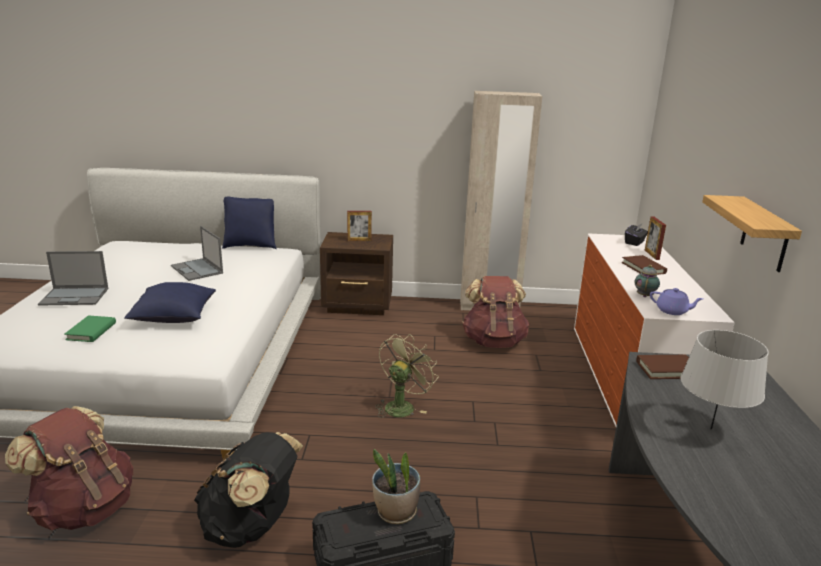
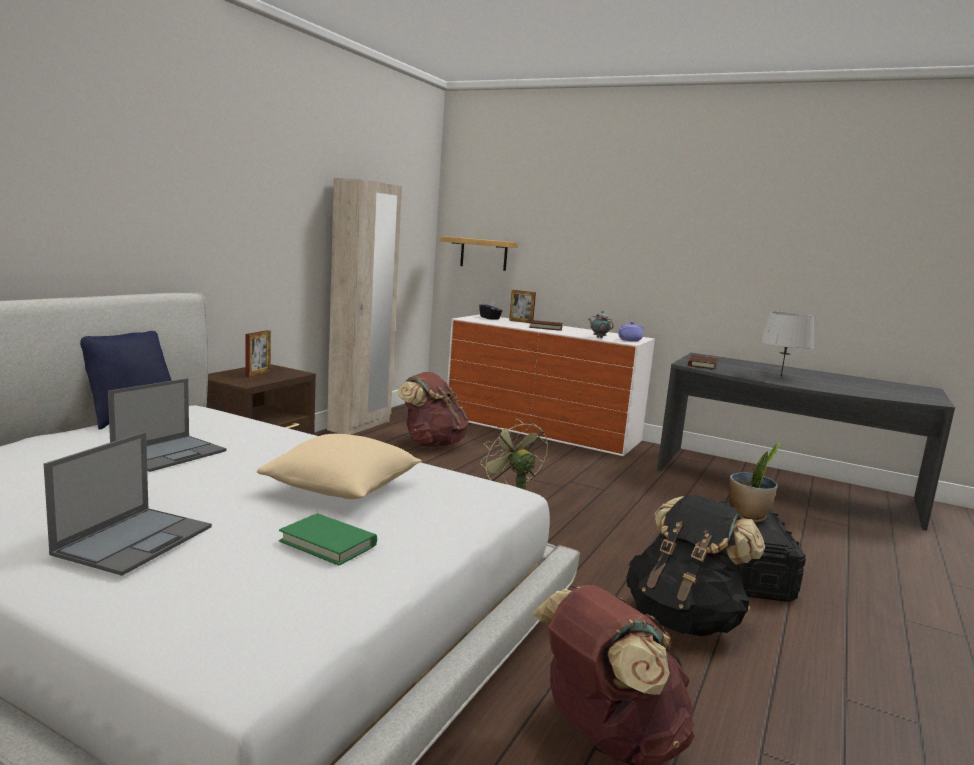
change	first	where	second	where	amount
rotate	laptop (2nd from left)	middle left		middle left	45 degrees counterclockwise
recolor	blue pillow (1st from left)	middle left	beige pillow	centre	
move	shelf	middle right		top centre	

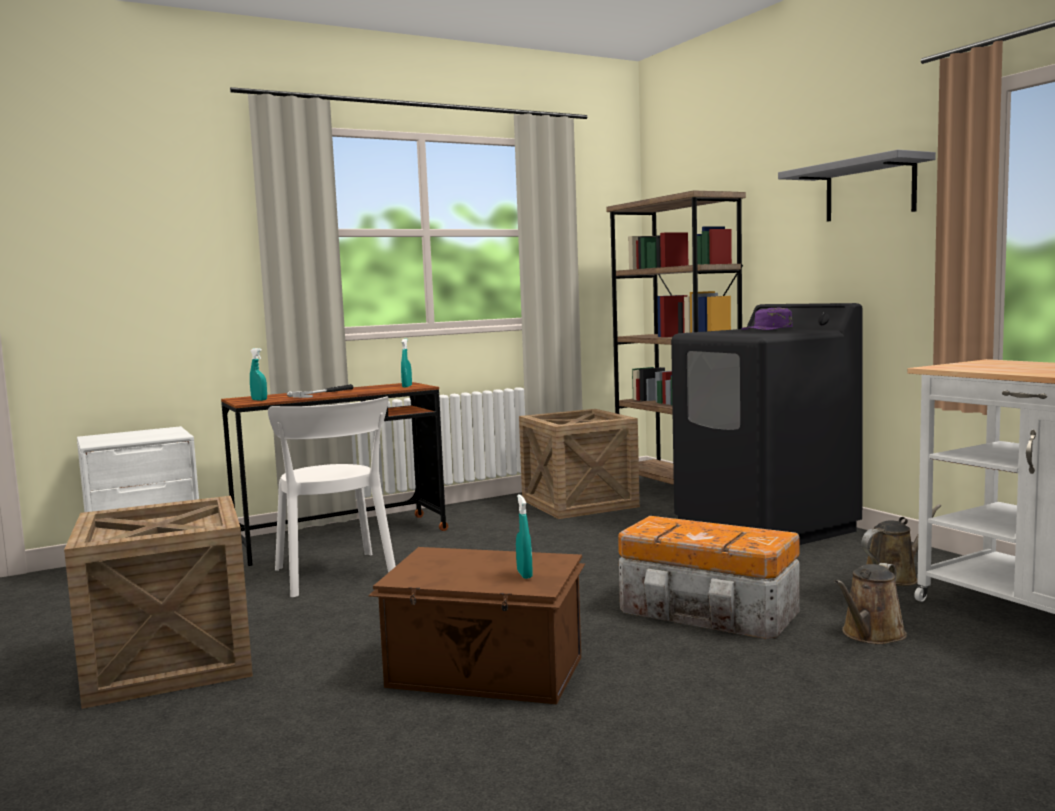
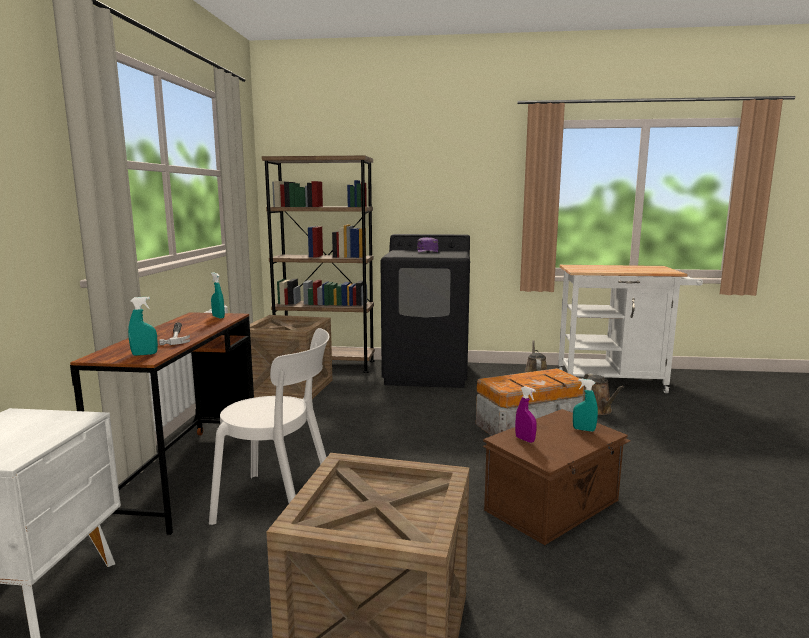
change	first	where	second	where	amount
insert			purple spray bottle	centre	
delete	grey shelf	top right			

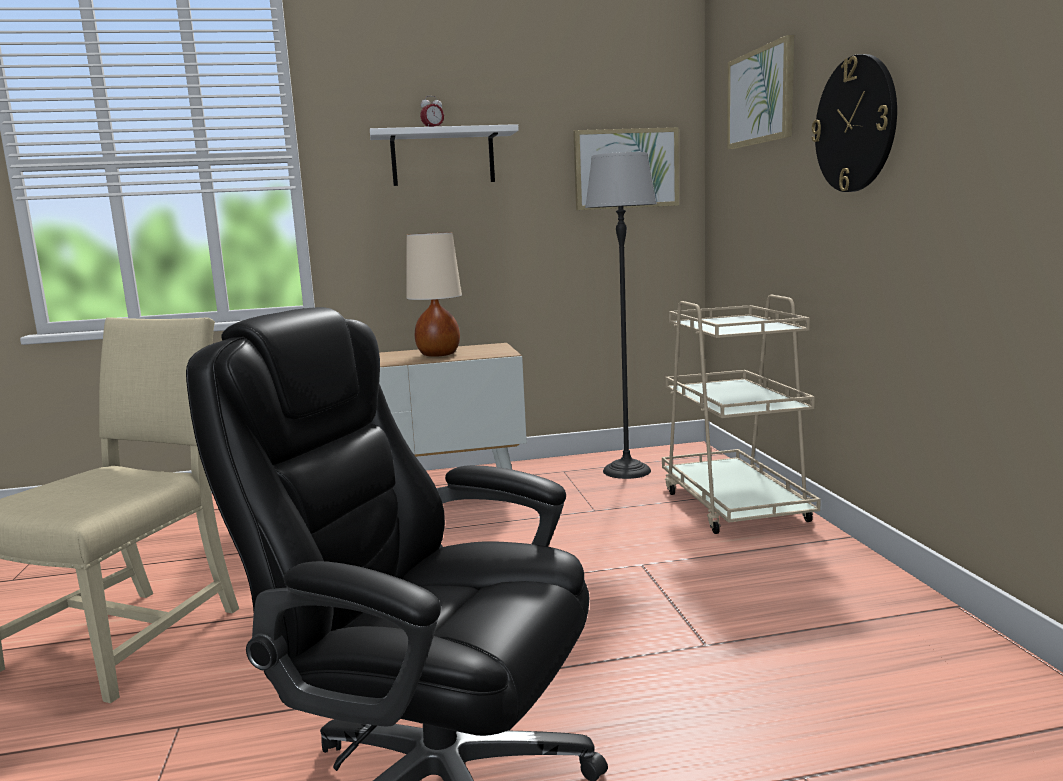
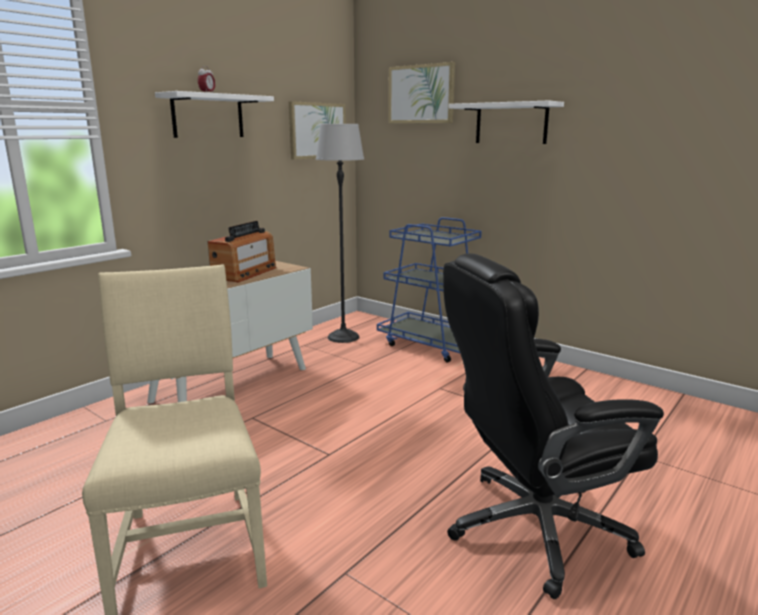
change	first	where	second	where	amount
replace	beige table lamp	centre	radio	middle left	
recolor	beige cart	middle right	blue cart	centre	
replace	wall clock	top right	white shelf (2nd from left)	top right	

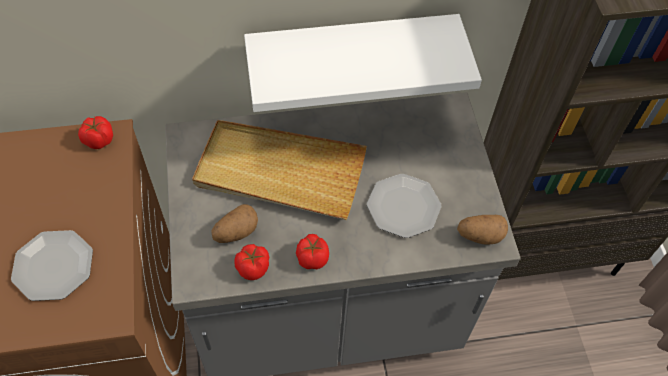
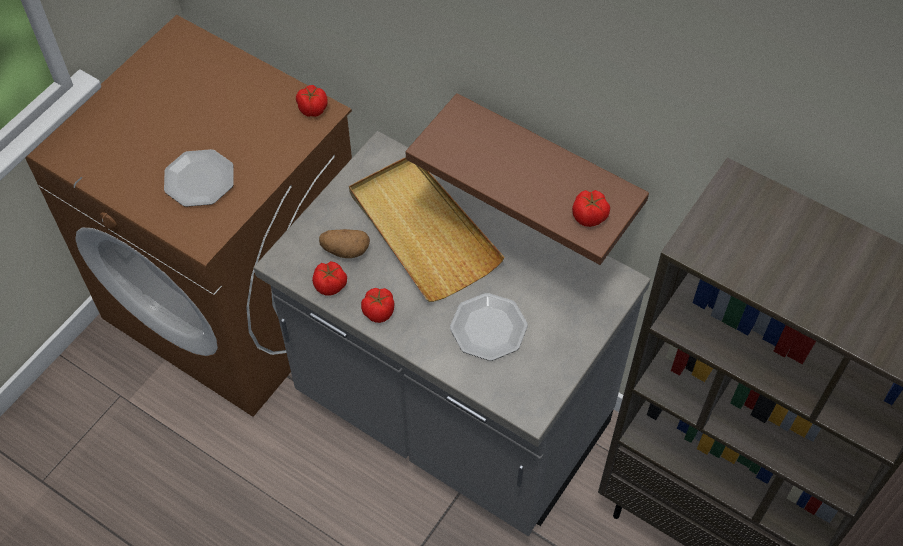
change	first	where	second	where	amount
recolor	white shelf	top centre	brown shelf	top centre	
insert			tomato (4th from left)	centre	
delete	potato (2nd from left)	middle right			

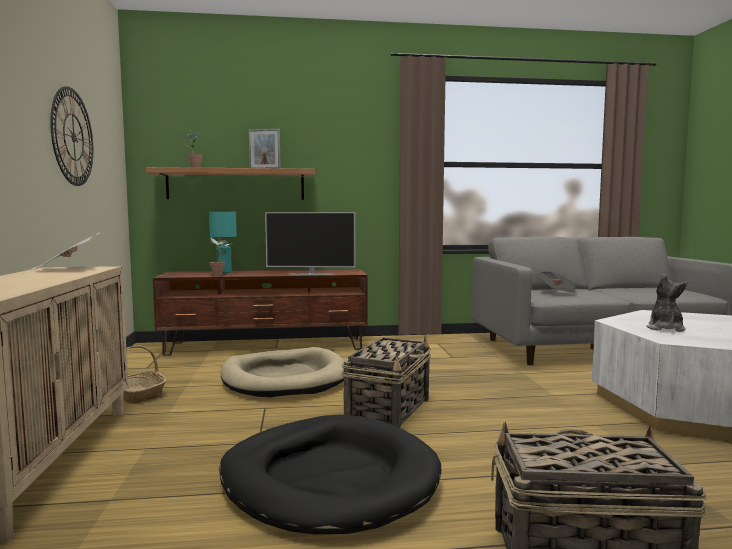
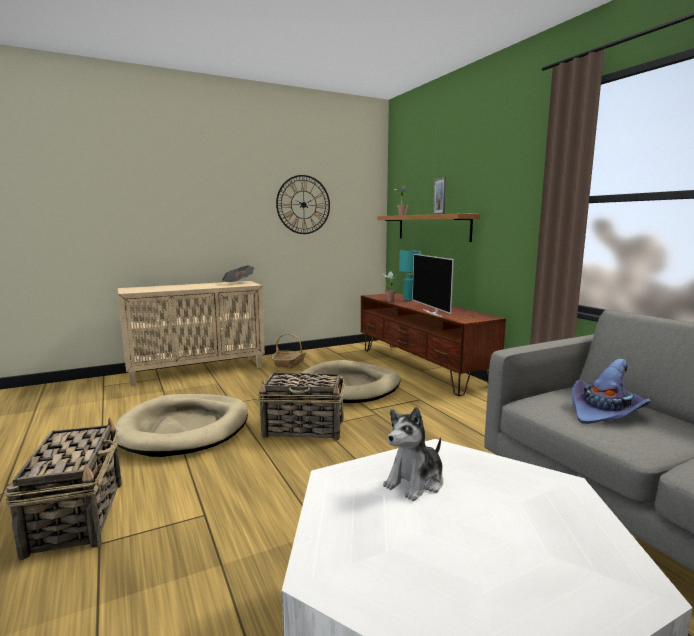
change	first	where	second	where	amount
recolor	black dog bed	bottom centre	beige dog bed (1st from left)	bottom left	
rotate	plush toy	middle right		bottom centre	135 degrees clockwise
replace	newspaper (2nd from left)	middle right	purple hat	middle right	

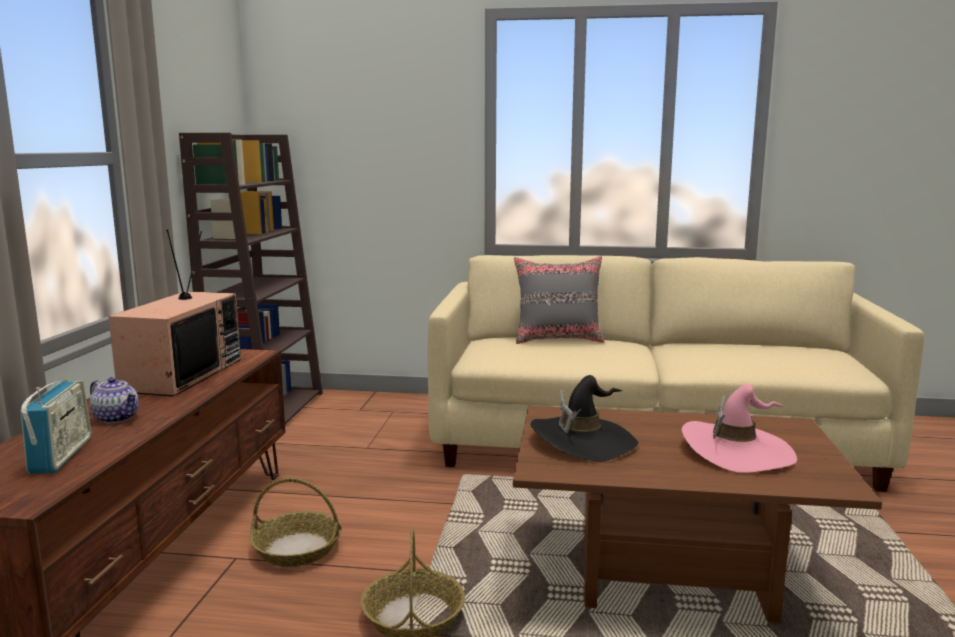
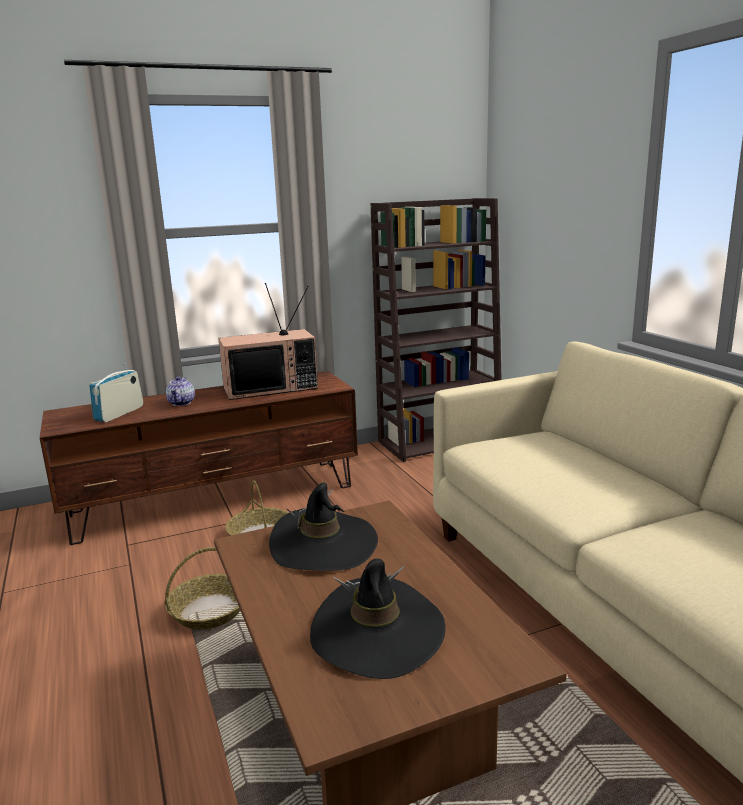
change	first	where	second	where	amount
rotate	radio	bottom left		middle left	150 degrees clockwise
recolor	pink hat	bottom right	black hat (2nd from left)	bottom centre	
delete	grey pillow	centre			

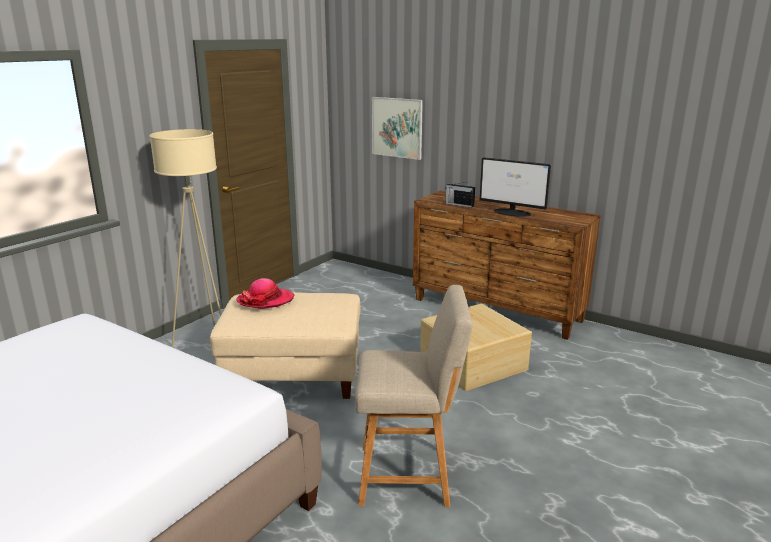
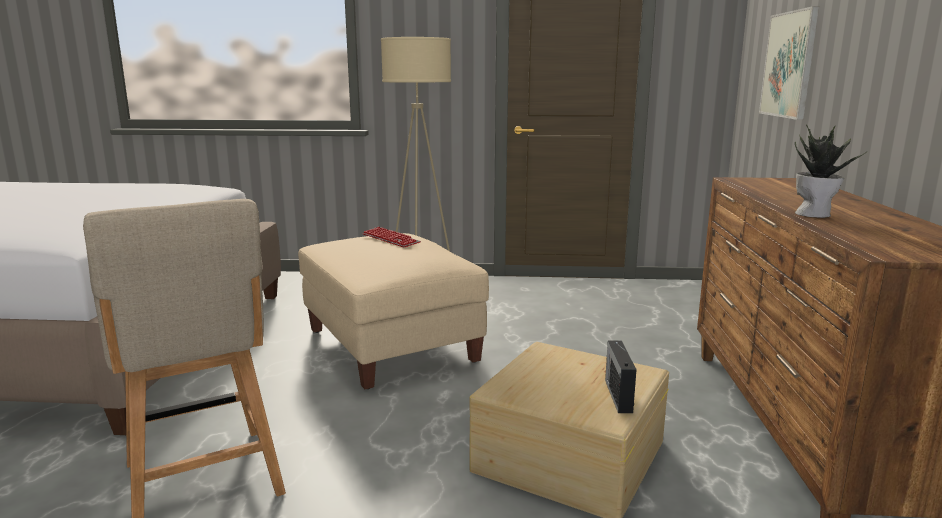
change	first	where	second	where	amount
replace	hat	centre	keyboard	centre	
move	radio	centre		bottom centre	
replace	monitor	middle right	potted plant	top right	

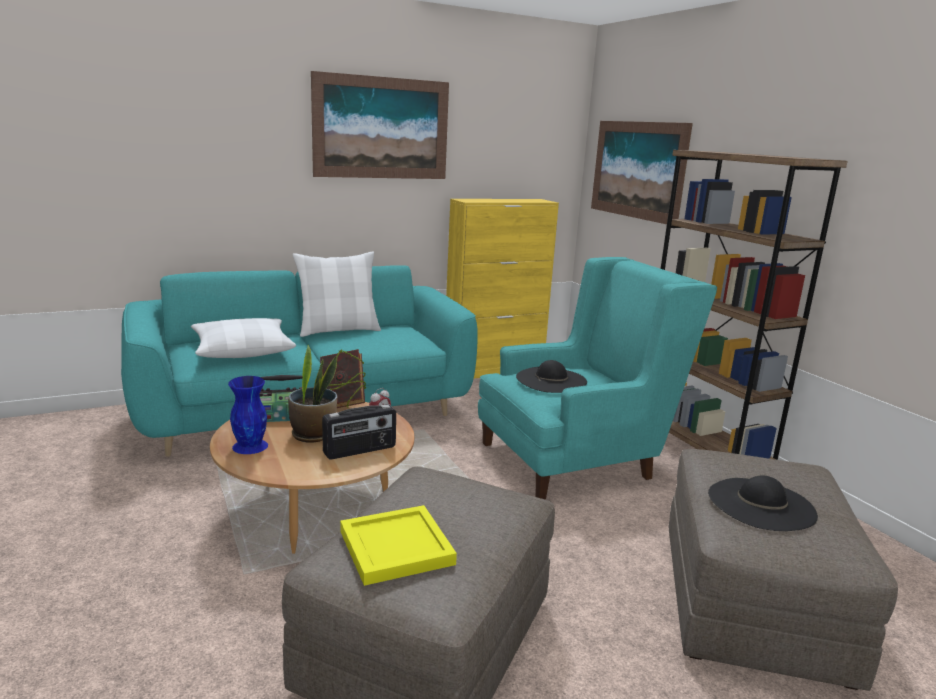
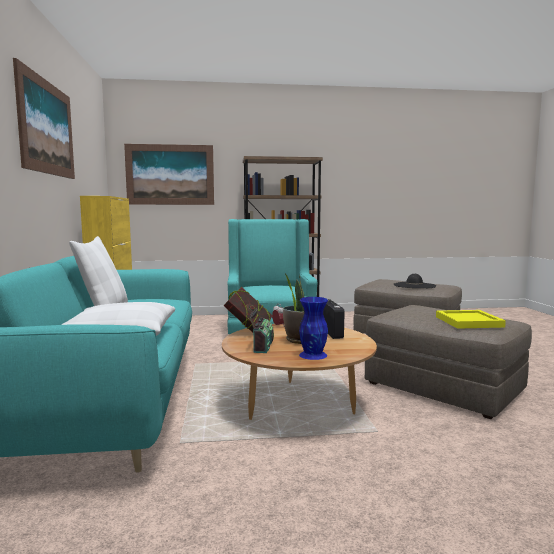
change	first	where	second	where	amount
delete	black hat (1st from left)	centre			

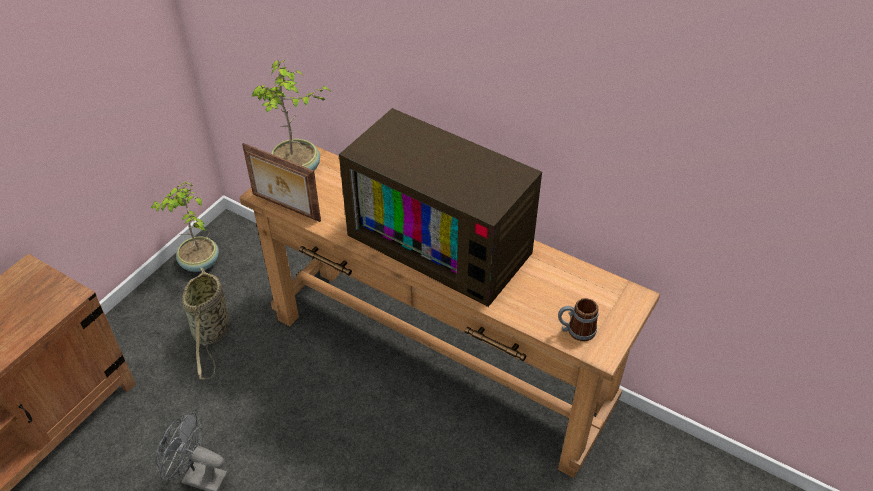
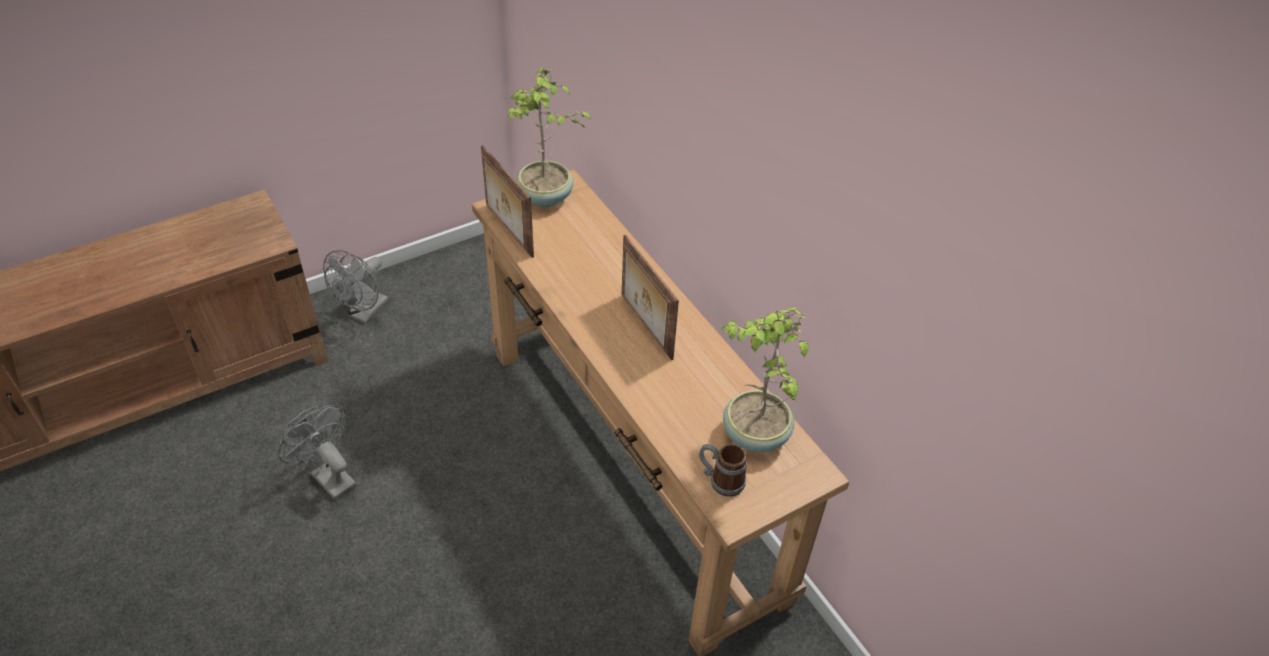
change	first	where	second	where	amount
insert			grey fan (2nd from left)	middle left	
replace	television	centre	picture frame (2nd from left)	centre	
move	potted plant (1st from left in the first image)	middle left	potted plant (2nd from left)	centre	
delete	basket	middle left			

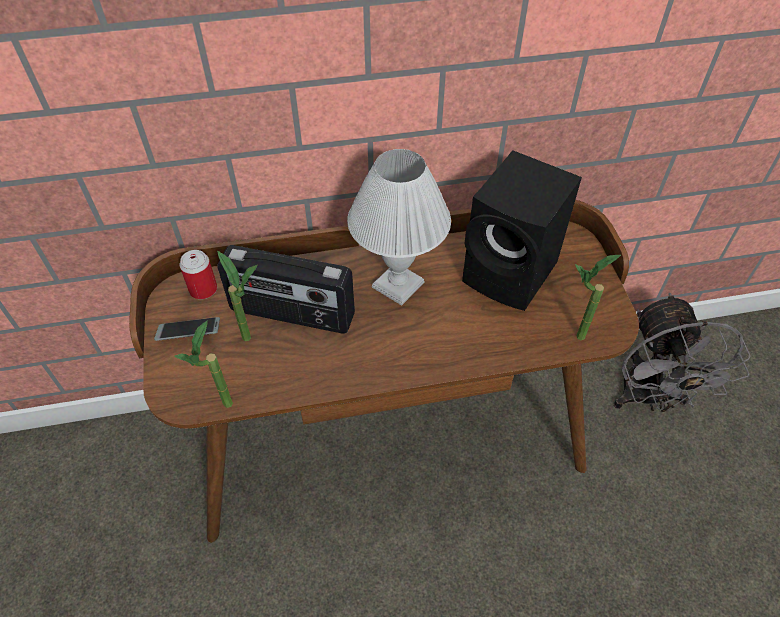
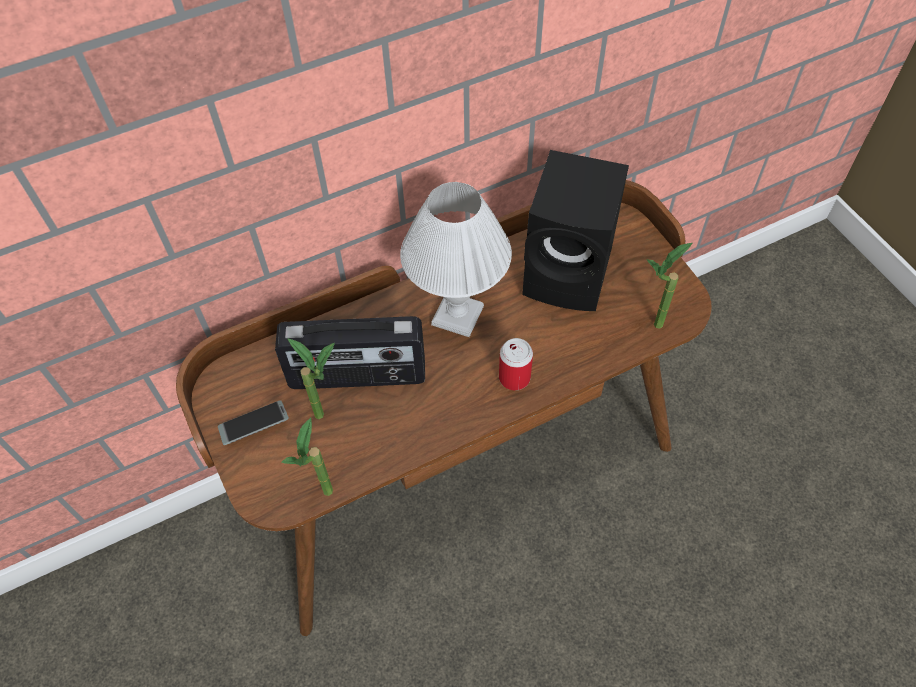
change	first	where	second	where	amount
move	can	middle left		centre	
delete	grey fan	middle right			

